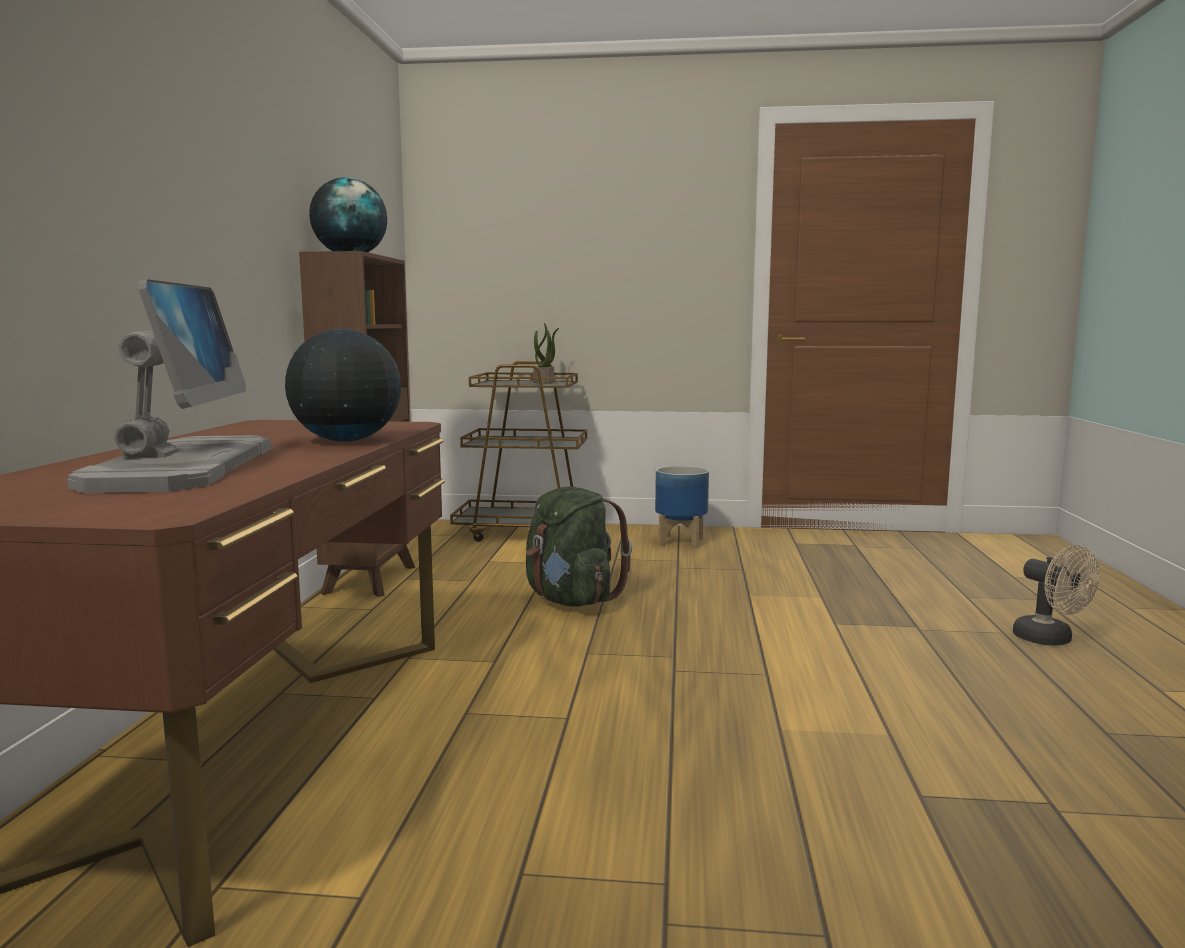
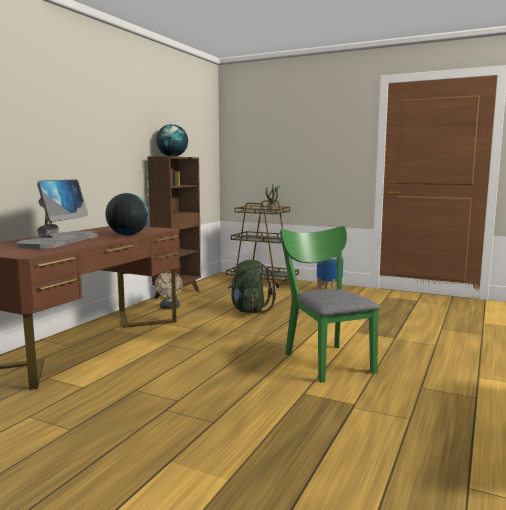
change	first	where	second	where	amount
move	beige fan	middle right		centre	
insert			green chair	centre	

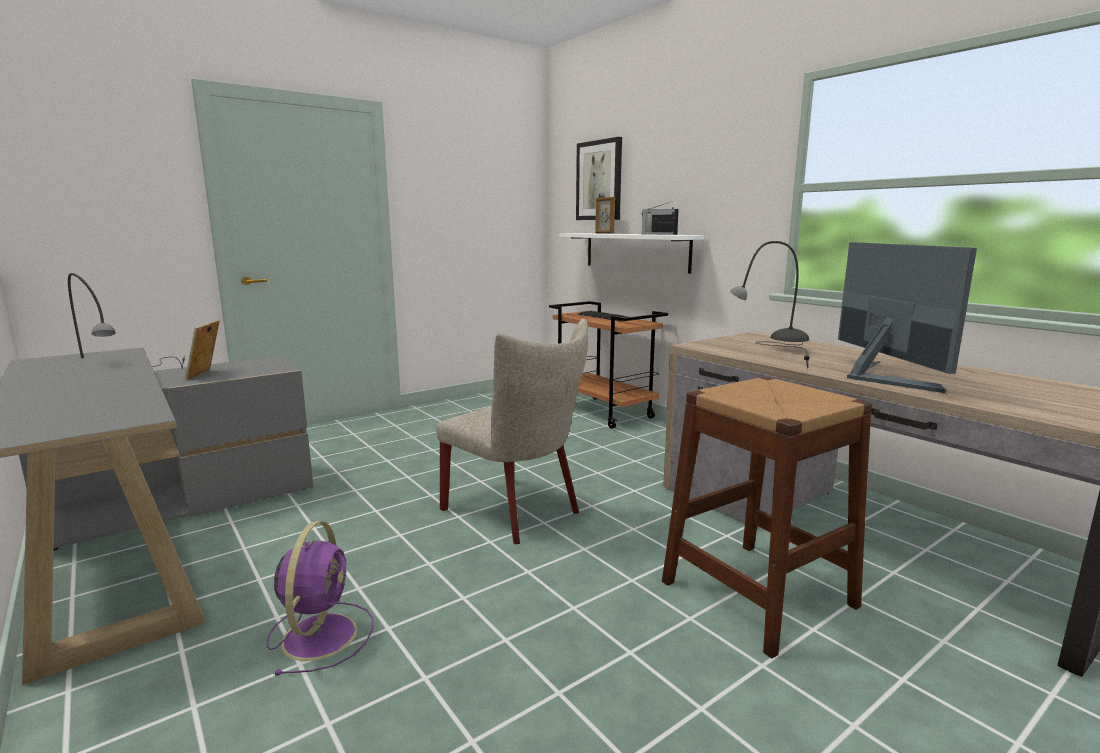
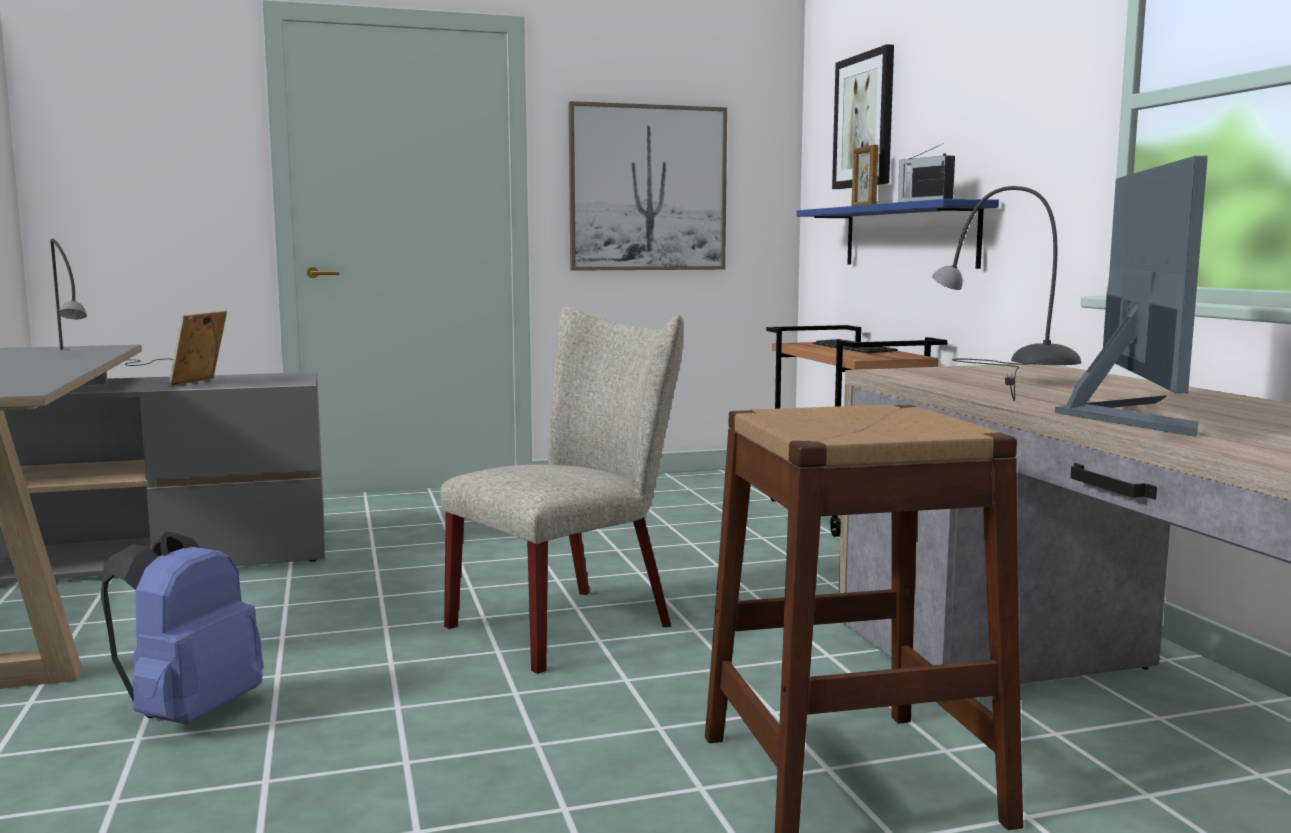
change	first	where	second	where	amount
replace	purple fan	bottom left	blue backpack	bottom left	
rotate	beige chair	centre		centre	105 degrees counterclockwise
insert			picture (1st from left)	top centre	
recolor	white shelf	centre	blue shelf	top right	

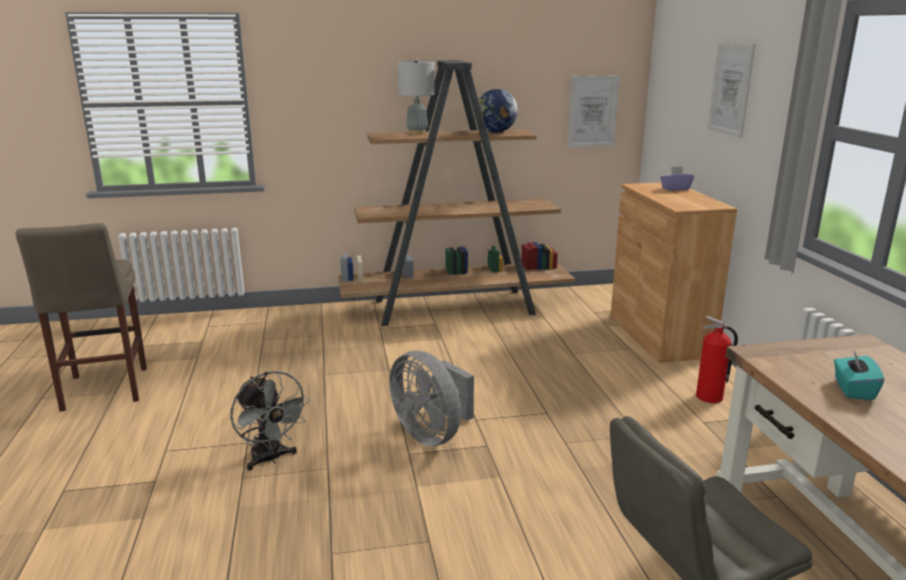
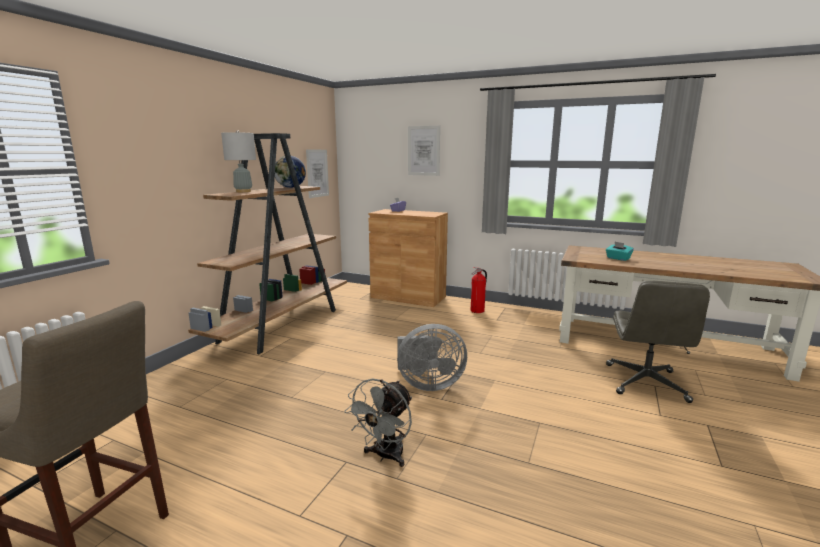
change	first	where	second	where	amount
rotate	grey fan (1st from left)	bottom left		bottom centre	120 degrees clockwise

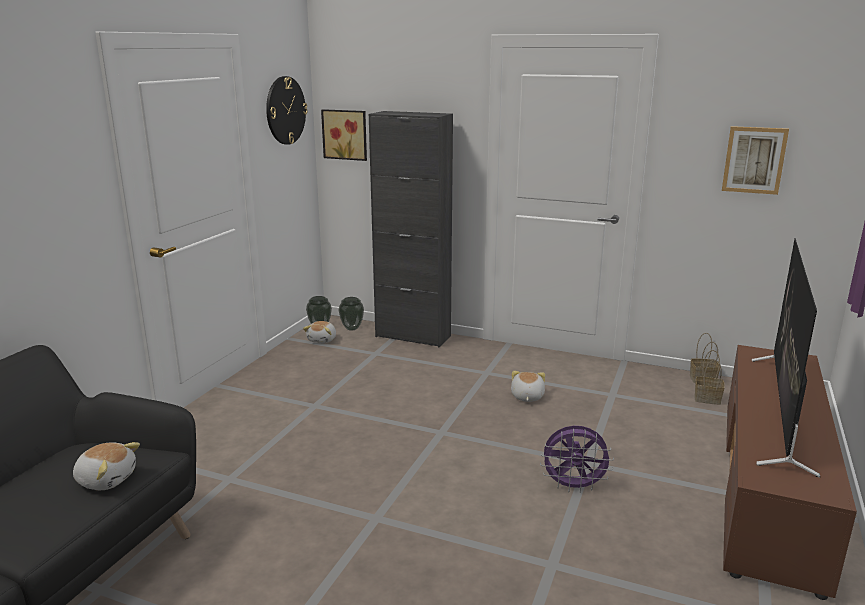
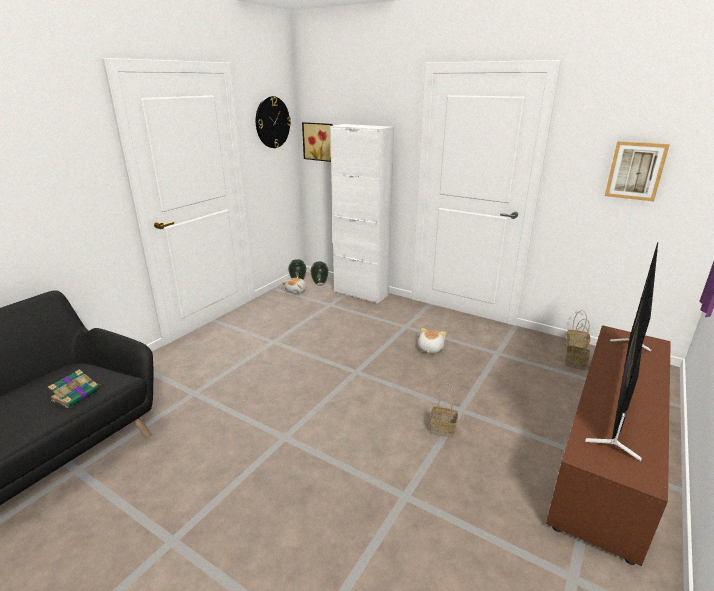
change	first	where	second	where	amount
replace	plush toy (1st from left)	bottom left	book	middle left	
recolor	black cabinet	centre	white cabinet	centre	
replace	purple fan	bottom right	basket (1st from left)	bottom centre	

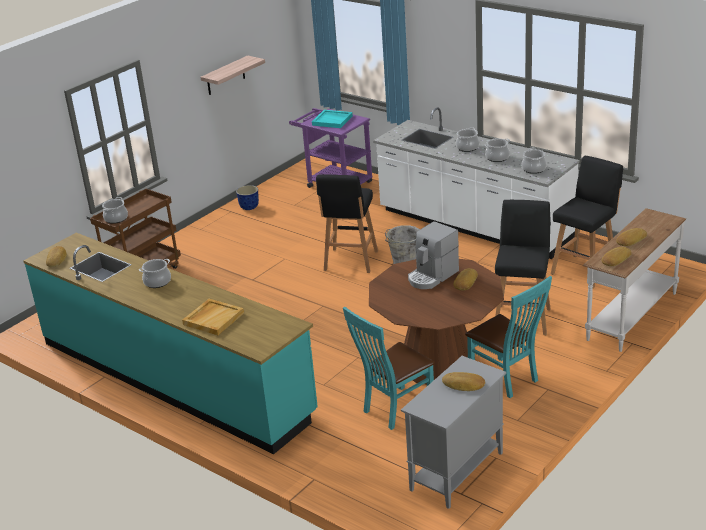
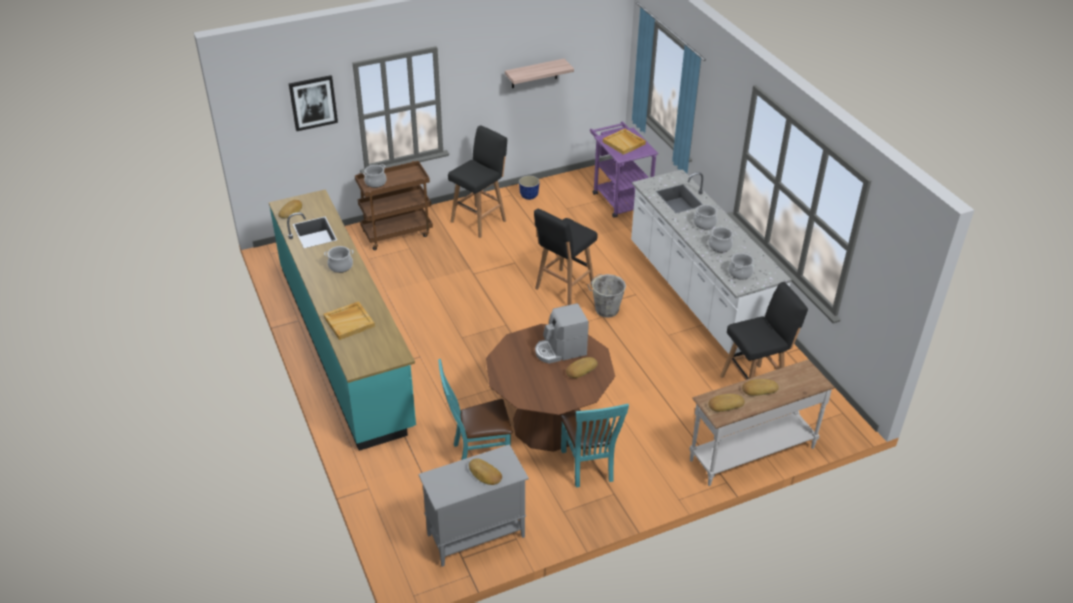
change	first	where	second	where	amount
insert			picture	top left	
move	black stool (2nd from left in the first image)	middle right	black stool (1st from left)	top centre	
recolor	turquoise tray	top centre	beige tray (2nd from left)	top centre	

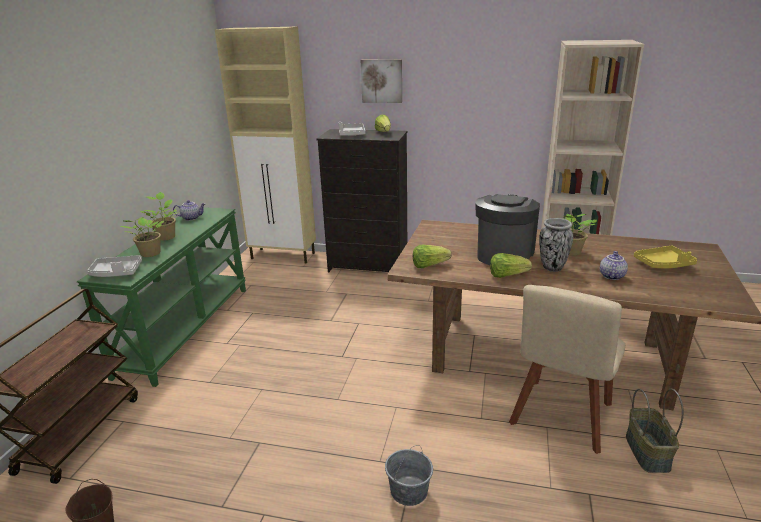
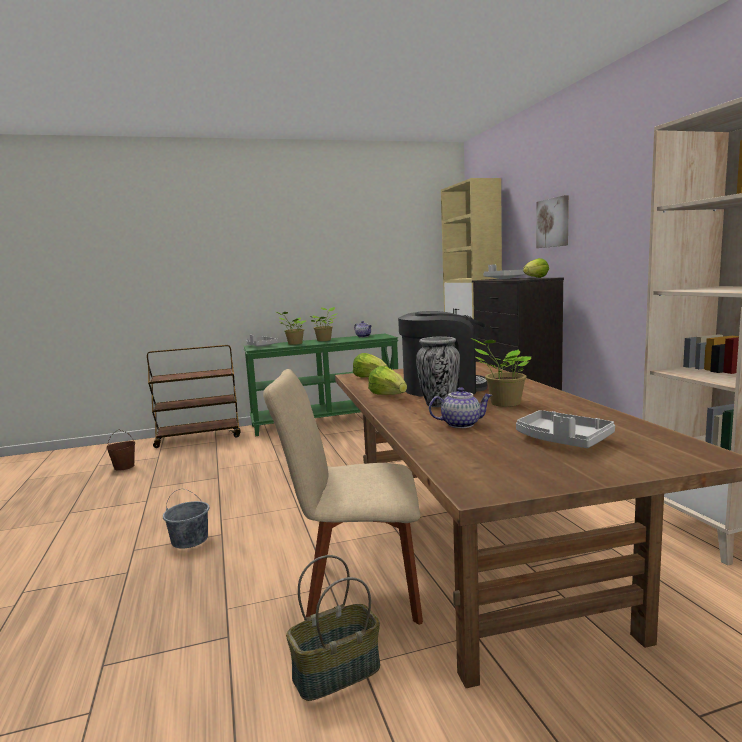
change	first	where	second	where	amount
recolor	yellow tray	middle right	grey tray (3rd from left)	middle right	

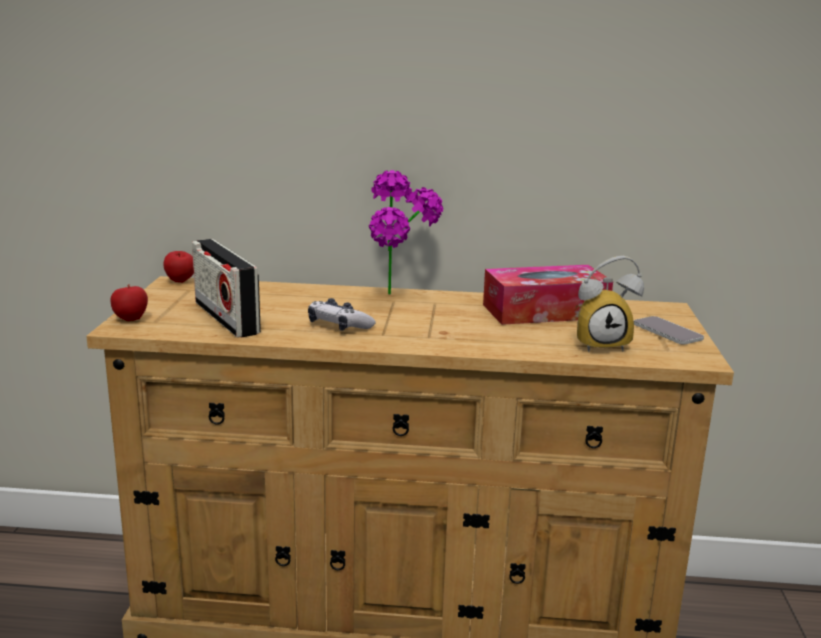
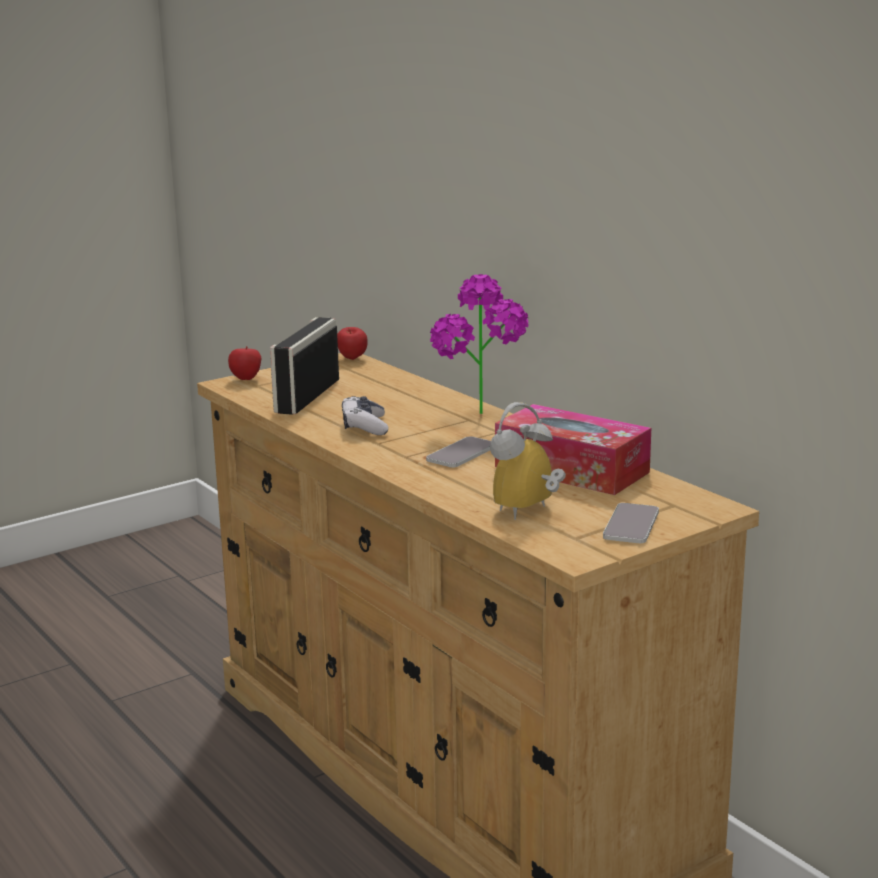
change	first	where	second	where	amount
insert			phone (1st from left)	centre	
rotate	alarm clock	middle right		centre	90 degrees clockwise

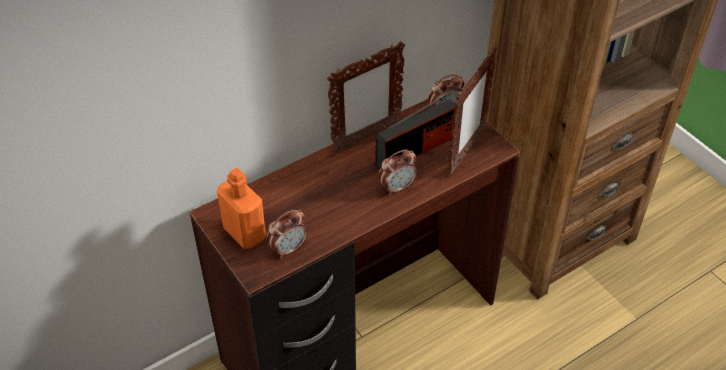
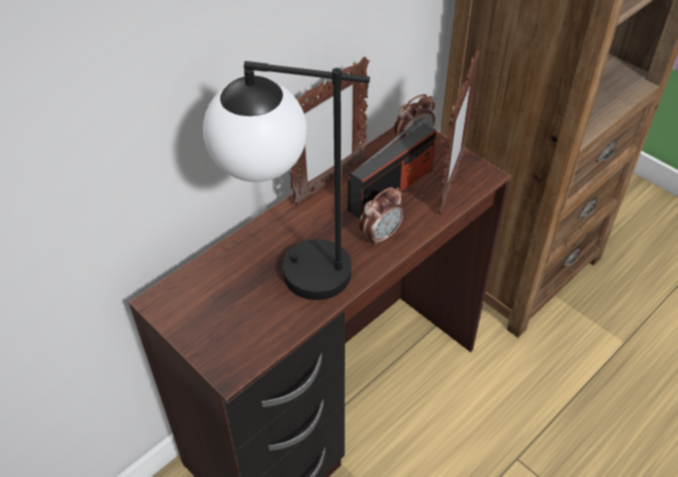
change	first	where	second	where	amount
insert			table lamp	centre	
delete	orange bottle	middle left			
delete	alarm clock (1st from left)	centre			

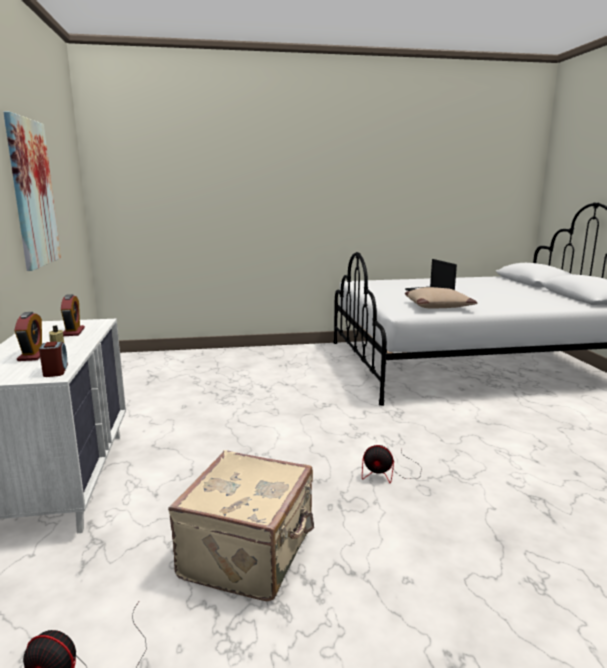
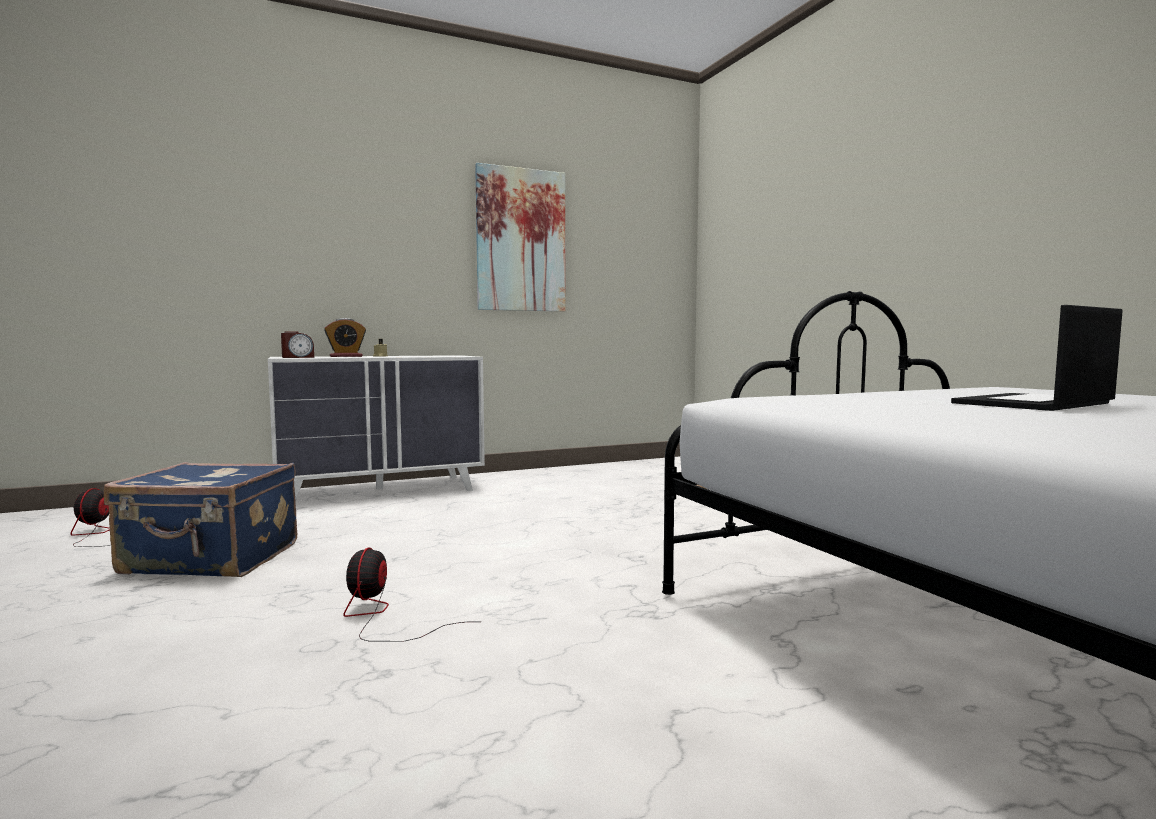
change	first	where	second	where	amount
recolor	beige suitcase	bottom centre	blue suitcase	middle left	
delete	alarm clock (3rd from left)	middle left			
delete	beige pillow	middle right			

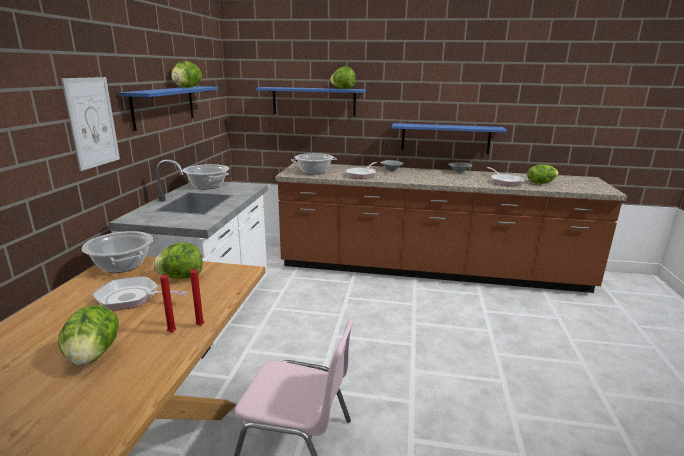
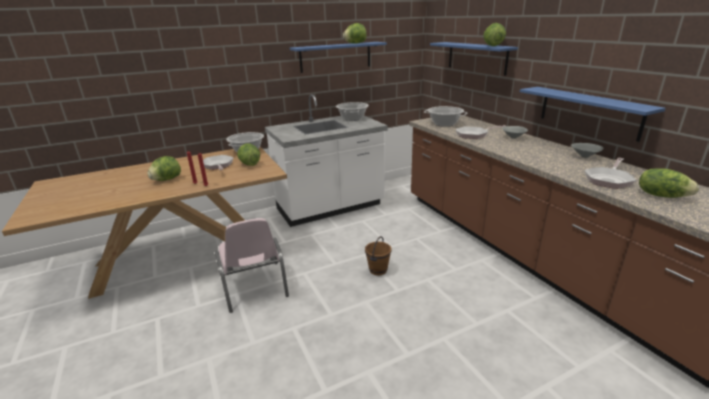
change	first	where	second	where	amount
insert			brown bucket	centre	
delete	picture	top left			

